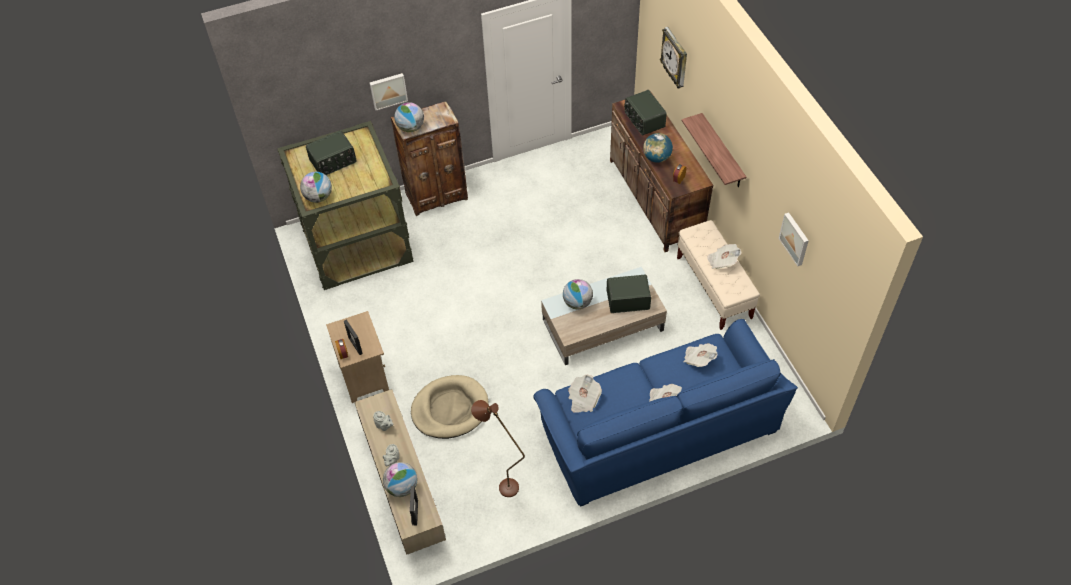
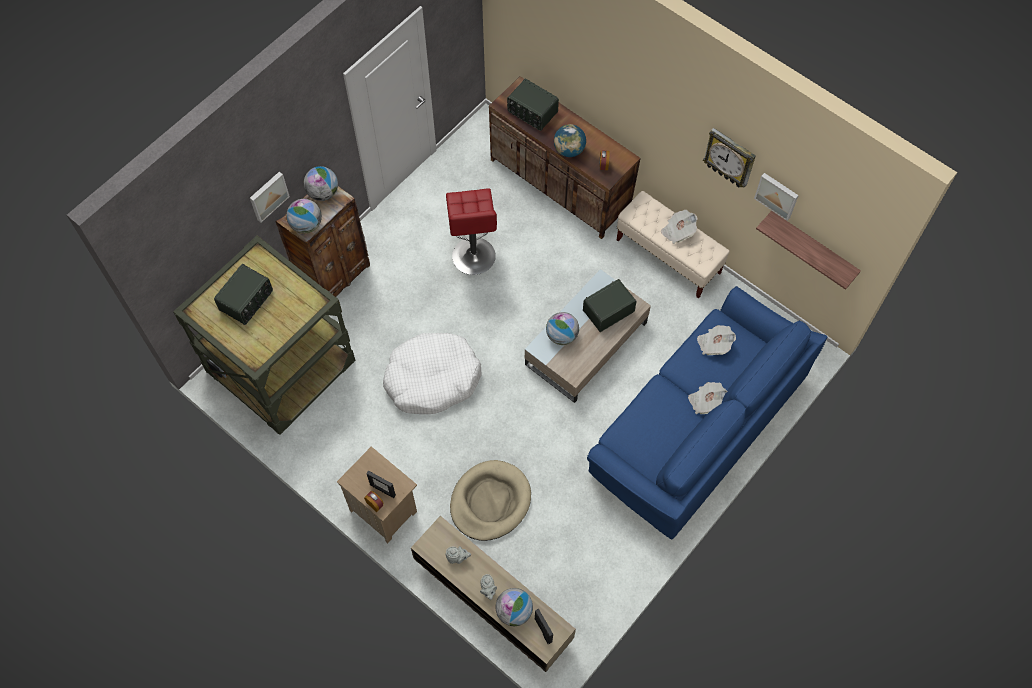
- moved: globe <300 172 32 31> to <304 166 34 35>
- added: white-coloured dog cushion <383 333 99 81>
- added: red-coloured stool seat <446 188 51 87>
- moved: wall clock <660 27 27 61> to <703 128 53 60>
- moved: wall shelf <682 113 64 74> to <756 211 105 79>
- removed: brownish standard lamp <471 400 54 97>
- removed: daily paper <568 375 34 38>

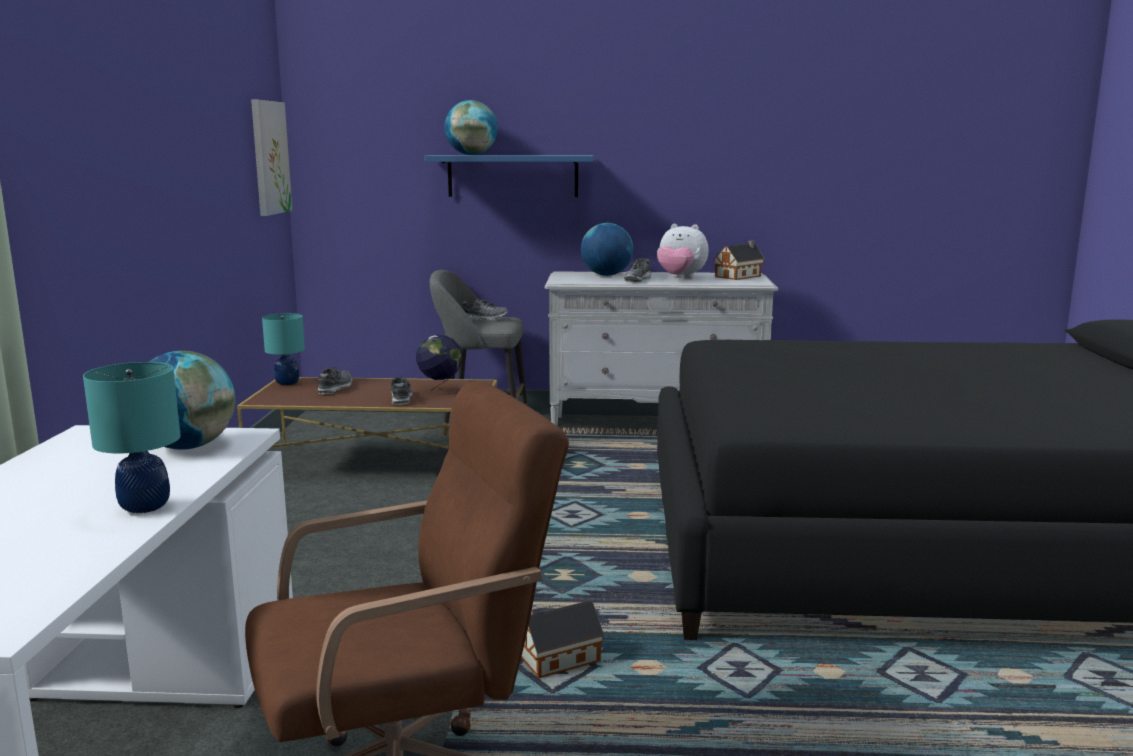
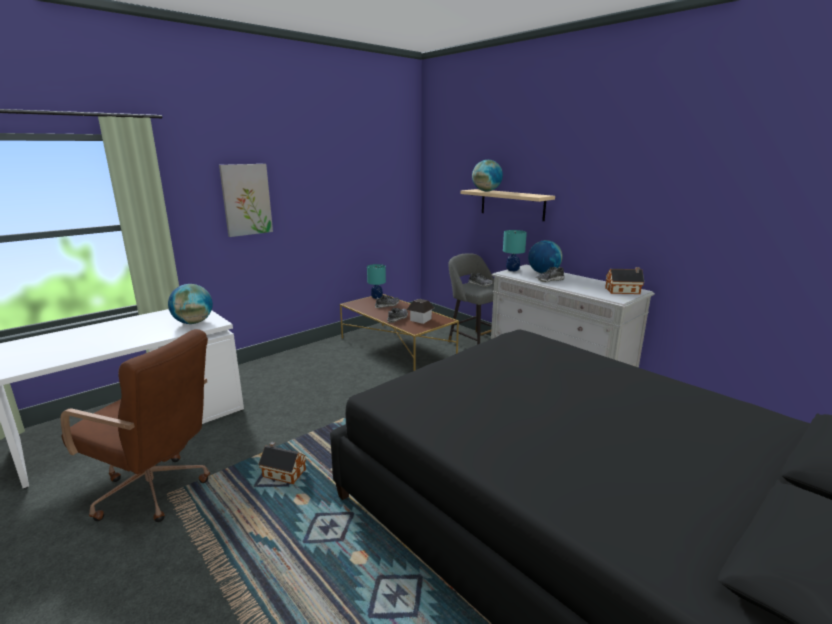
- moved: wall art <251 100 41 116> to <219 164 54 73>
- replaced: globe <416 334 46 61> to toy house <407 299 27 25>
- recoloured: blue-coloured wall shelf <424 155 170 42> to beige-coloured wall shelf <460 189 95 32>
- moved: turquoise lamp for a table <83 362 98 151> to <503 230 24 41>
- removed: cuddly toy <657 224 52 54>

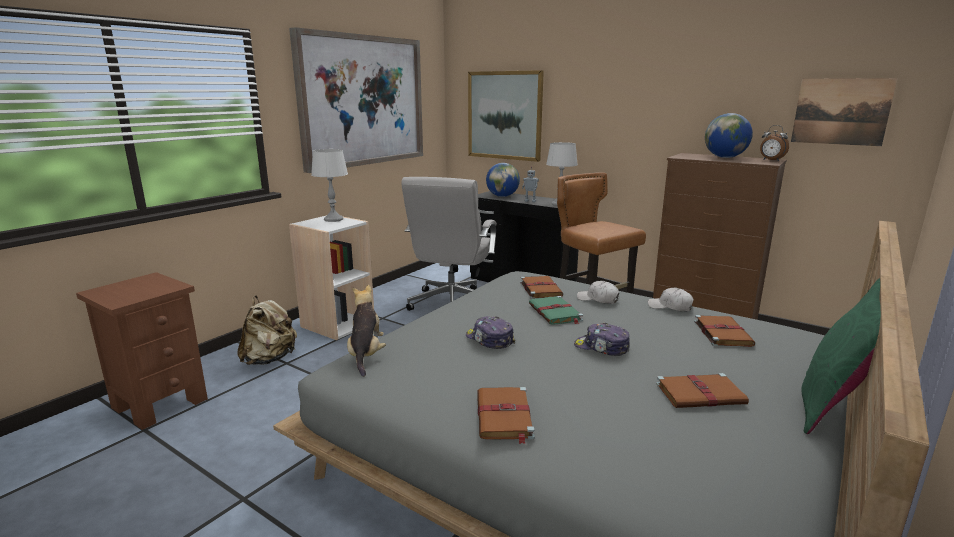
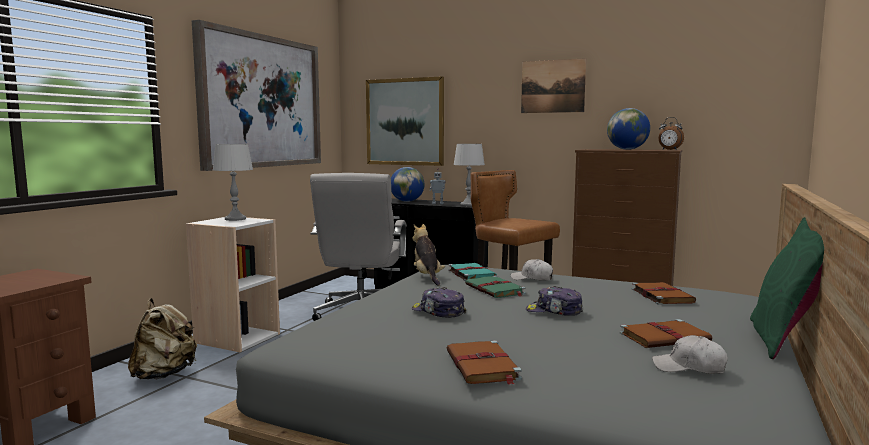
- moved: cuddly toy <347 285 39 92> to <412 224 33 62>
- recoloured: brownish volume <520 276 43 23> to turquoise volume <448 263 49 18>
- moved: wall art <791 78 106 68> to <521 58 65 55>
- moved: white-coloured baseball cap <648 287 46 24> to <652 335 76 39>

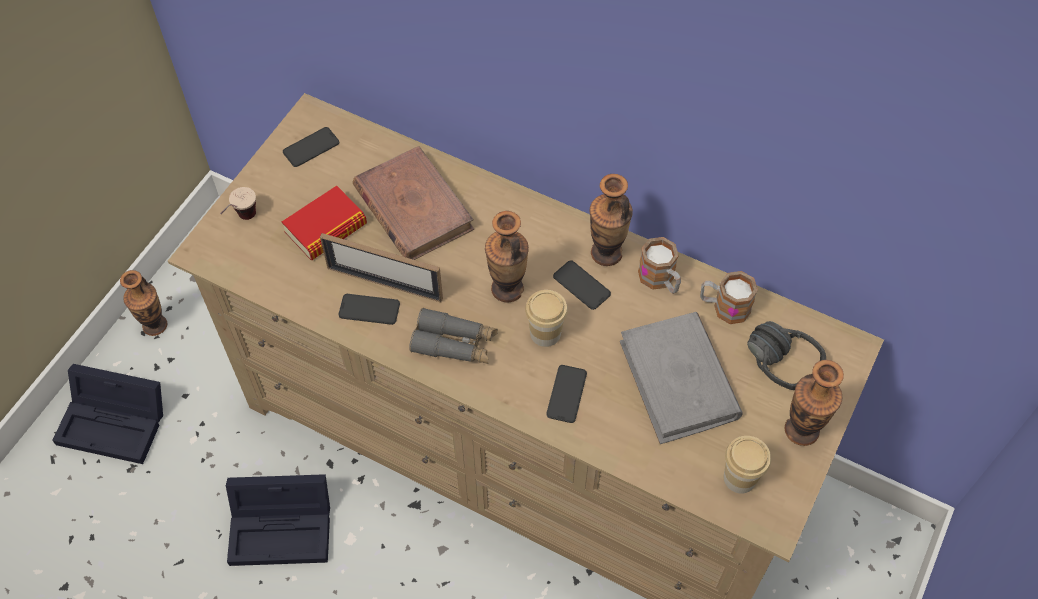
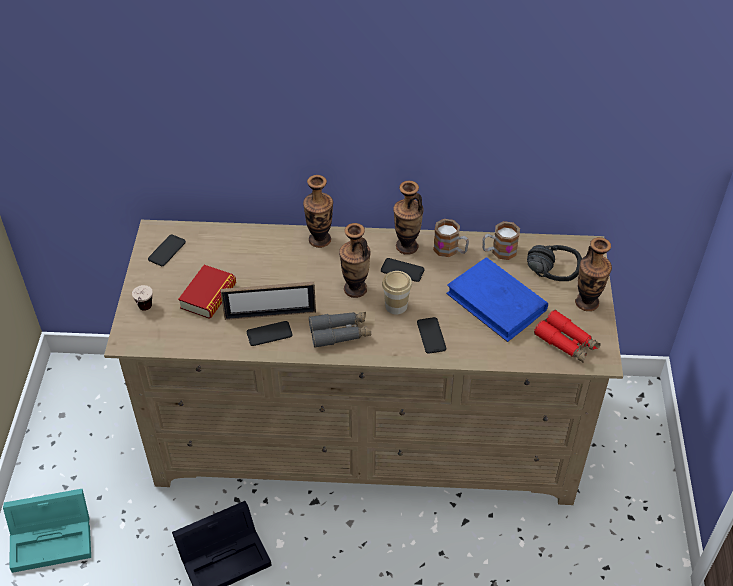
- recoloured: black storage box <52 364 111 100> to turquoise storage box <3 489 88 84>
- moved: vase <120 270 48 66> to <303 175 30 73>
- recoloured: gray volume <620 312 123 132> to blue-coloured volume <446 257 102 85>
- replaced: cup <724 436 47 58> to red-coloured binoculars <534 310 67 53>
- removed: brownish volume <353 146 121 114>

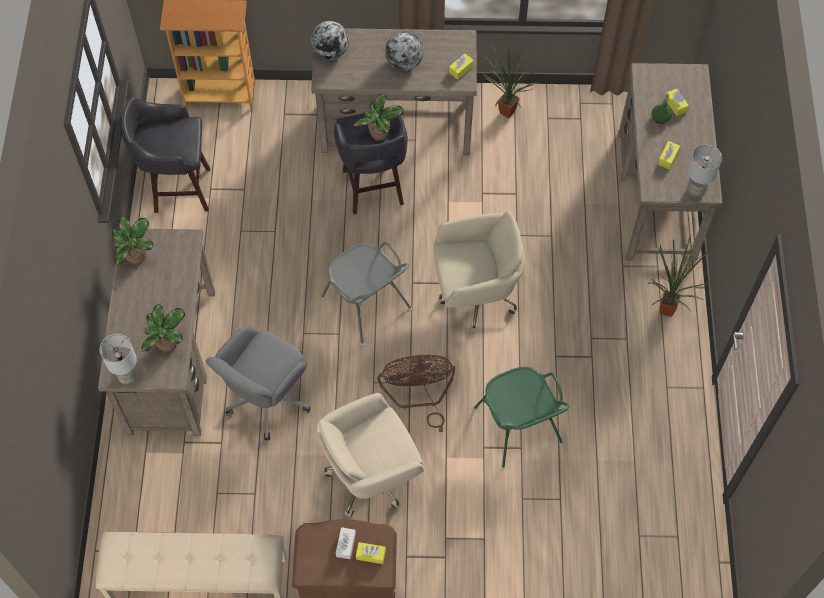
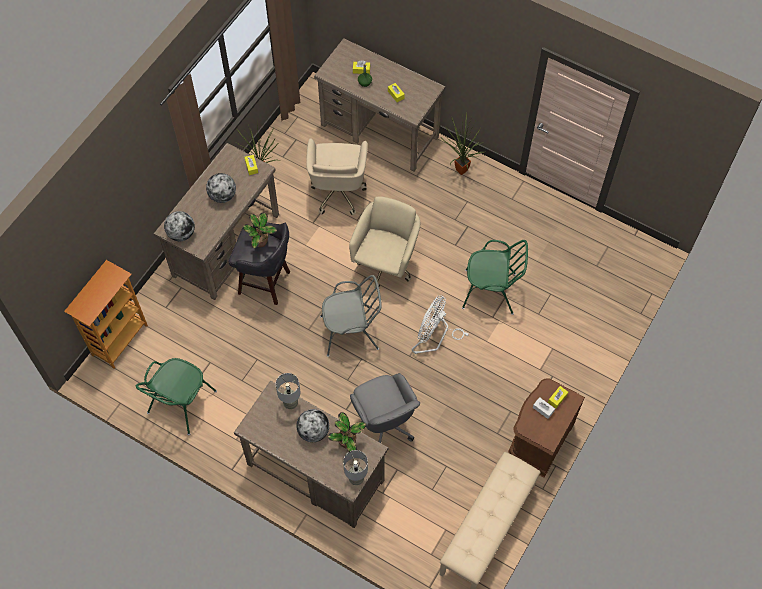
- replaced: gray stool seat <122 96 88 117> to green-coloured plain chair <136 358 81 77>
- moved: gray lamp for a table <687 145 35 52> to <276 373 25 36>
- added: globe <296 409 33 33>
- moved: beige-coloured office chair <316 393 108 124> to <306 138 61 77>
- recoloured: brownish fan <377 355 78 77> to white-coloured fan <412 295 57 59>
- removed: potted plant <112 217 42 48>

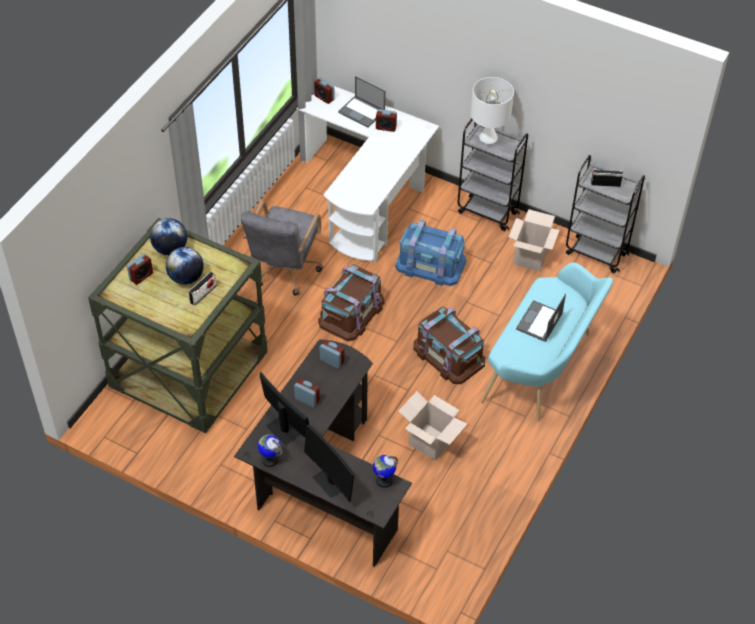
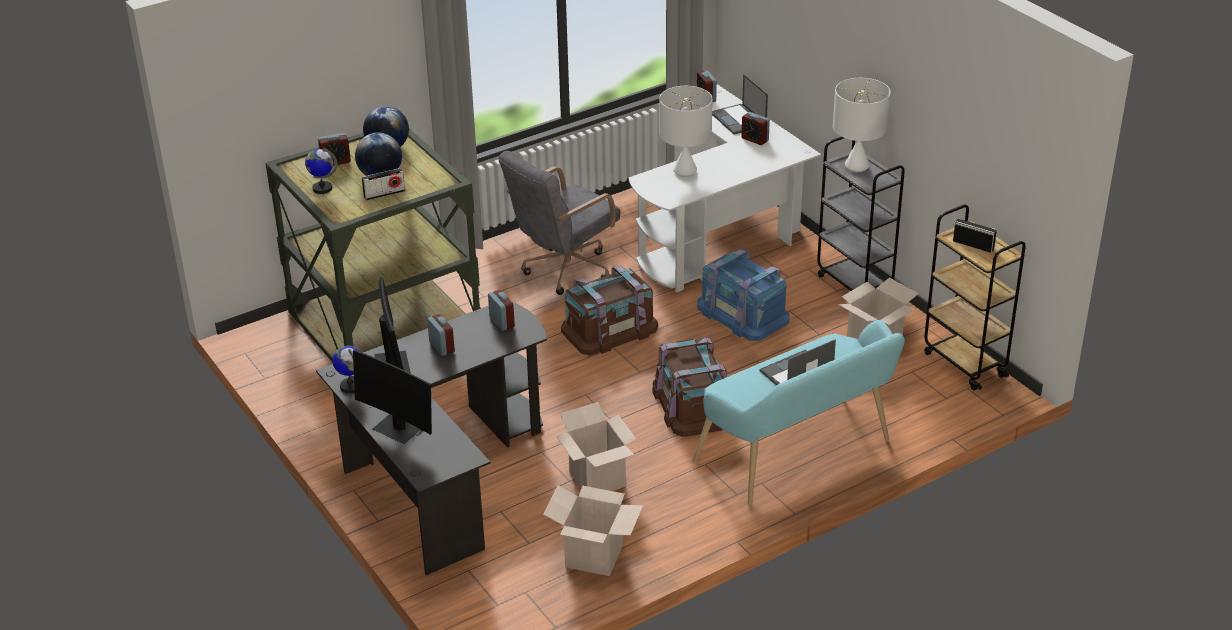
- moved: globe <373 455 25 33> to <305 148 32 46>
- turned: computer display <304 425 50 77> = <353 350 79 94> 45 degrees counterclockwise
- added: cardboard box <543 485 100 91>
- added: white-coloured lamp for a table <659 86 53 91>
- recoloured: gray cart <566 155 79 118> to brownish cart <924 205 102 186>

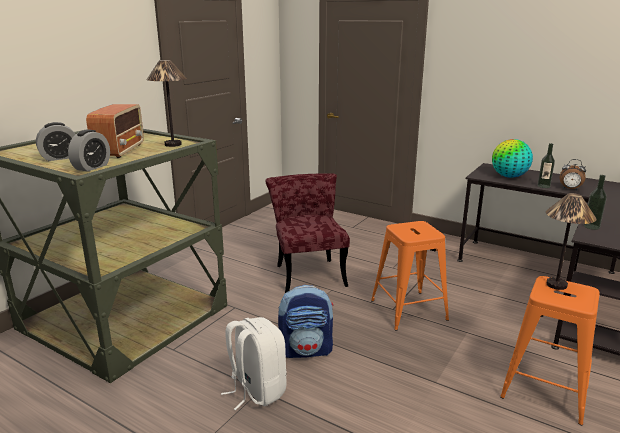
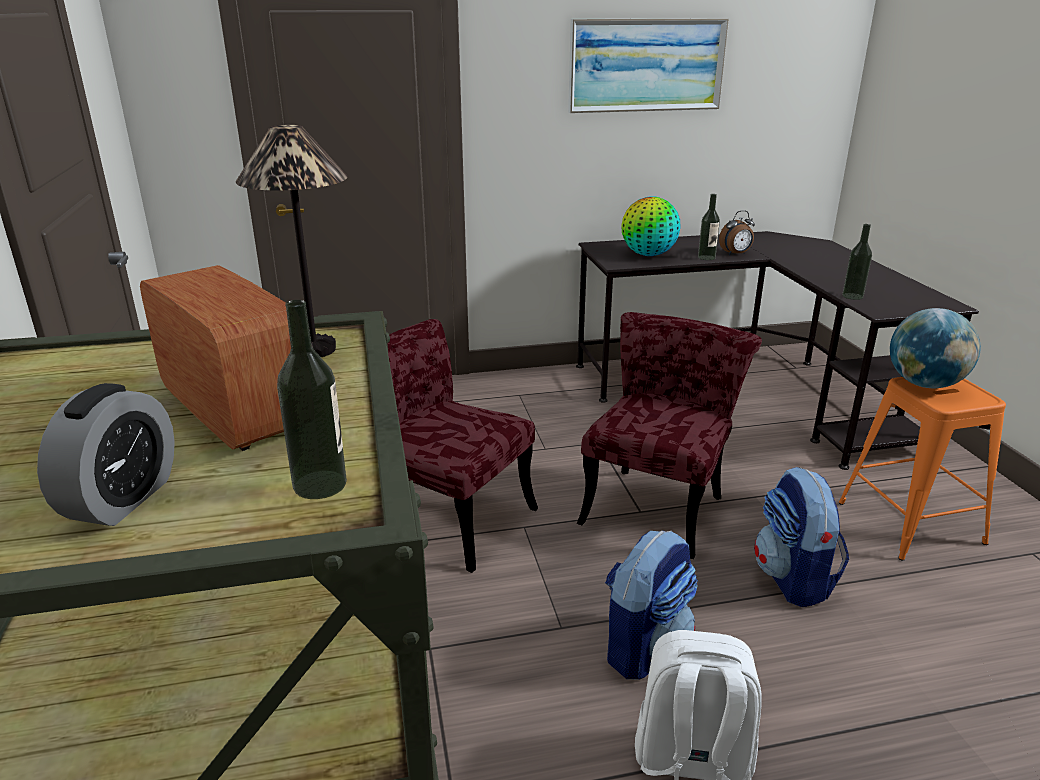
- replaced: bedside clock <68 130 42 42> to drink bottle <277 300 70 199>
- added: wall art <568 18 161 95>
- replaced: orange-coloured stool seat <371 221 78 109> to red-coloured plain chair <577 312 185 247>
- added: knapsack <754 467 95 140>
- replaced: lamp for a table <546 193 50 97> to globe <890 308 91 81>

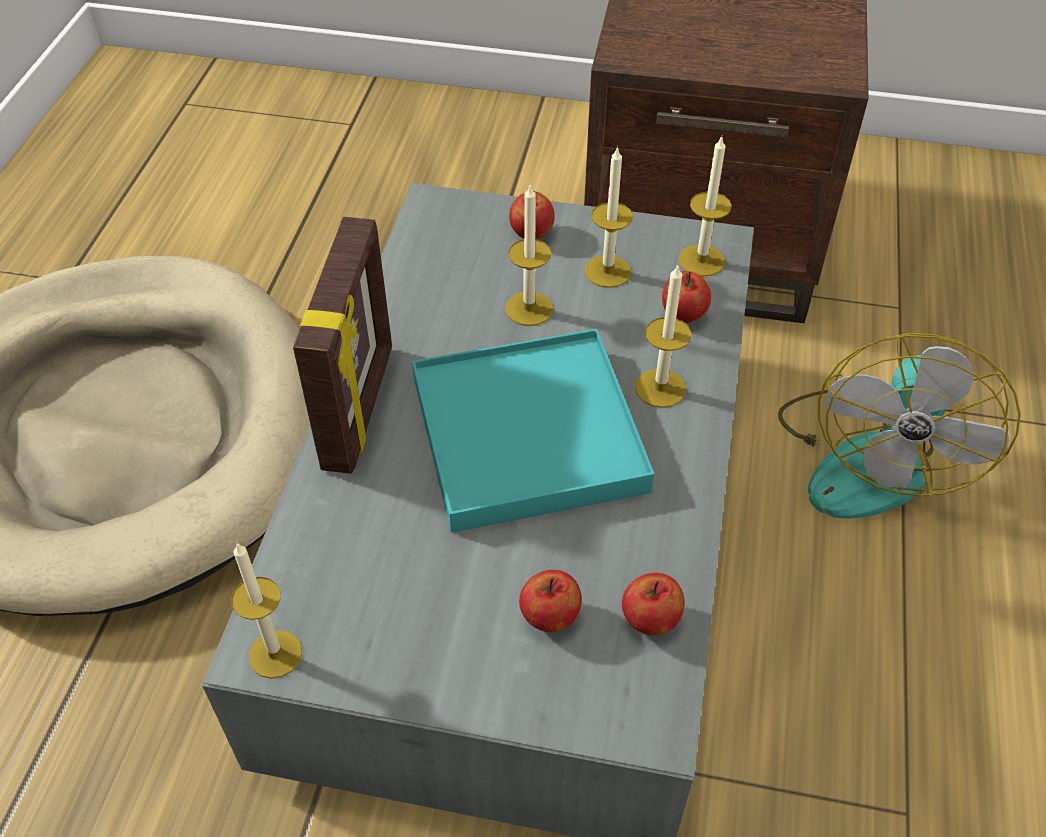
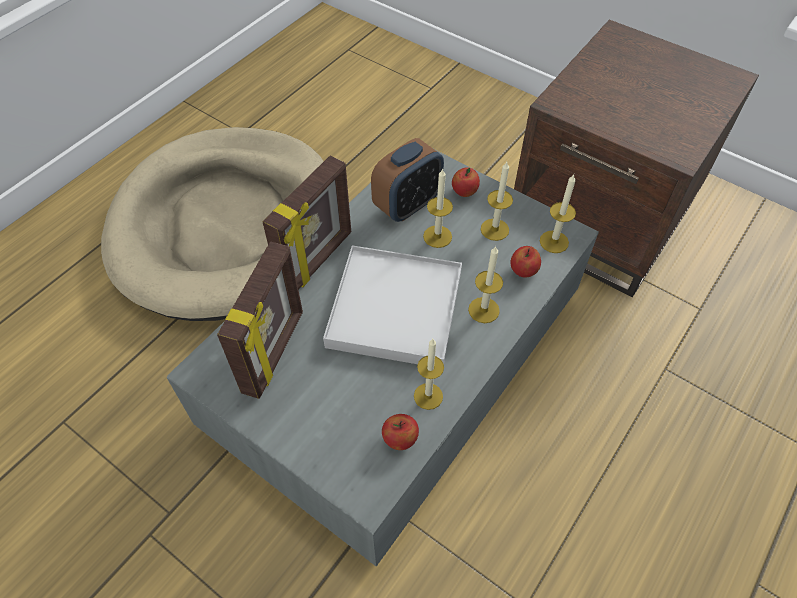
- added: standing frame <217 241 86 158>
- recoloured: turquoise serving tray <412 329 242 204> to white-coloured serving tray <323 245 139 119>
- added: bedside clock <371 138 73 84>
- moved: wax candle <232 542 70 137> to <414 339 30 71>
- removed: apple fruit <519 570 63 62>
- removed: fan <778 333 243 186>

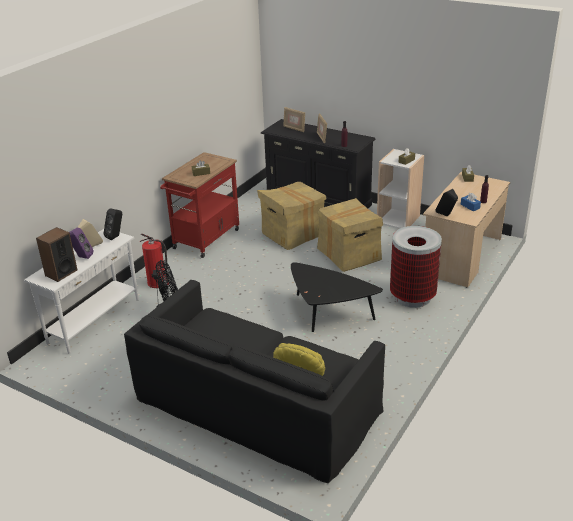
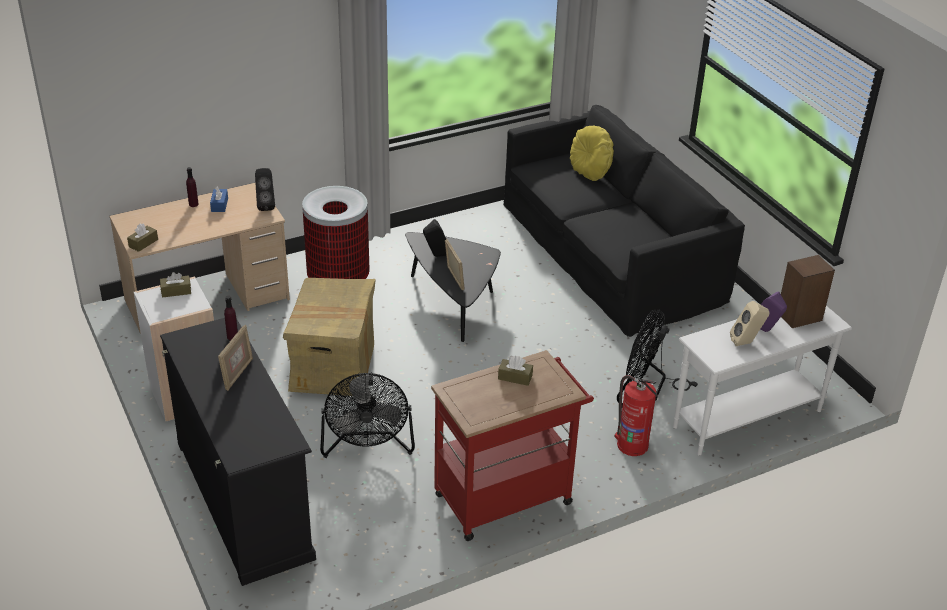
- replaced: cardboard box <257 182 69 68> to black fan <320 372 95 86>
- moved: black speaker <104 208 18 32> to <423 219 23 38>
- moved: standing frame <284 107 21 25> to <445 239 19 52>

